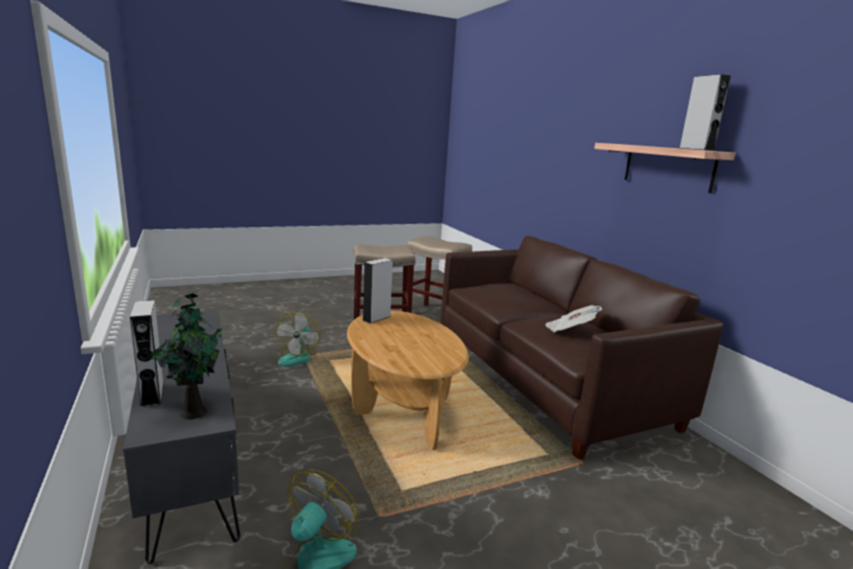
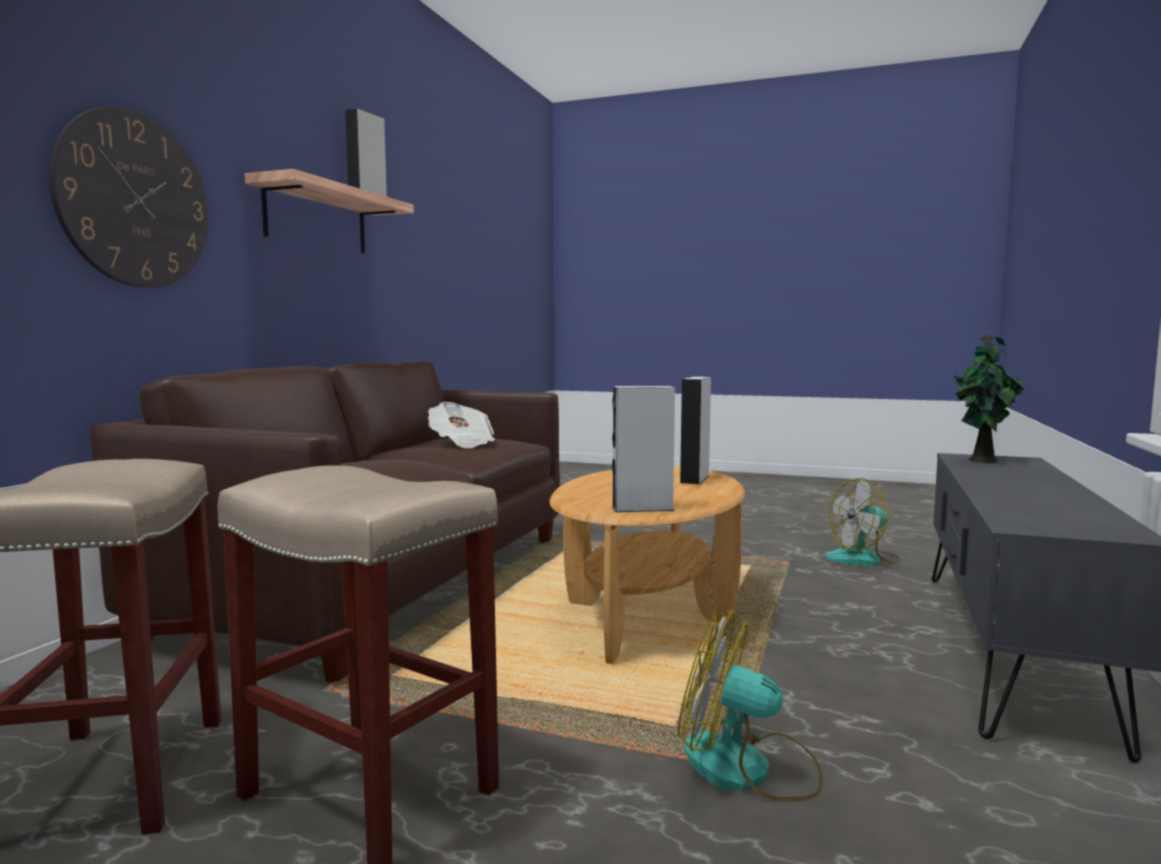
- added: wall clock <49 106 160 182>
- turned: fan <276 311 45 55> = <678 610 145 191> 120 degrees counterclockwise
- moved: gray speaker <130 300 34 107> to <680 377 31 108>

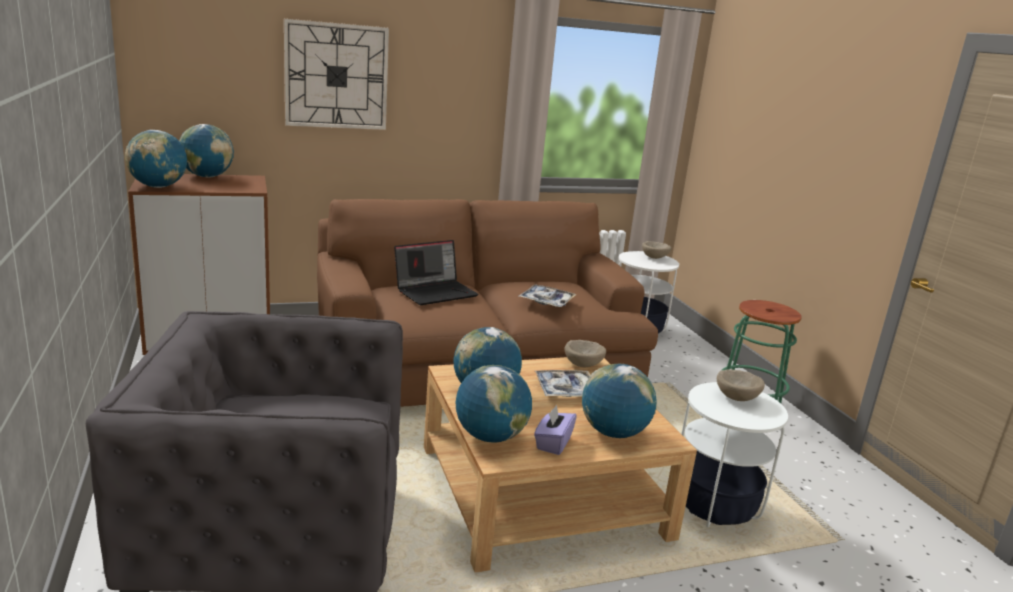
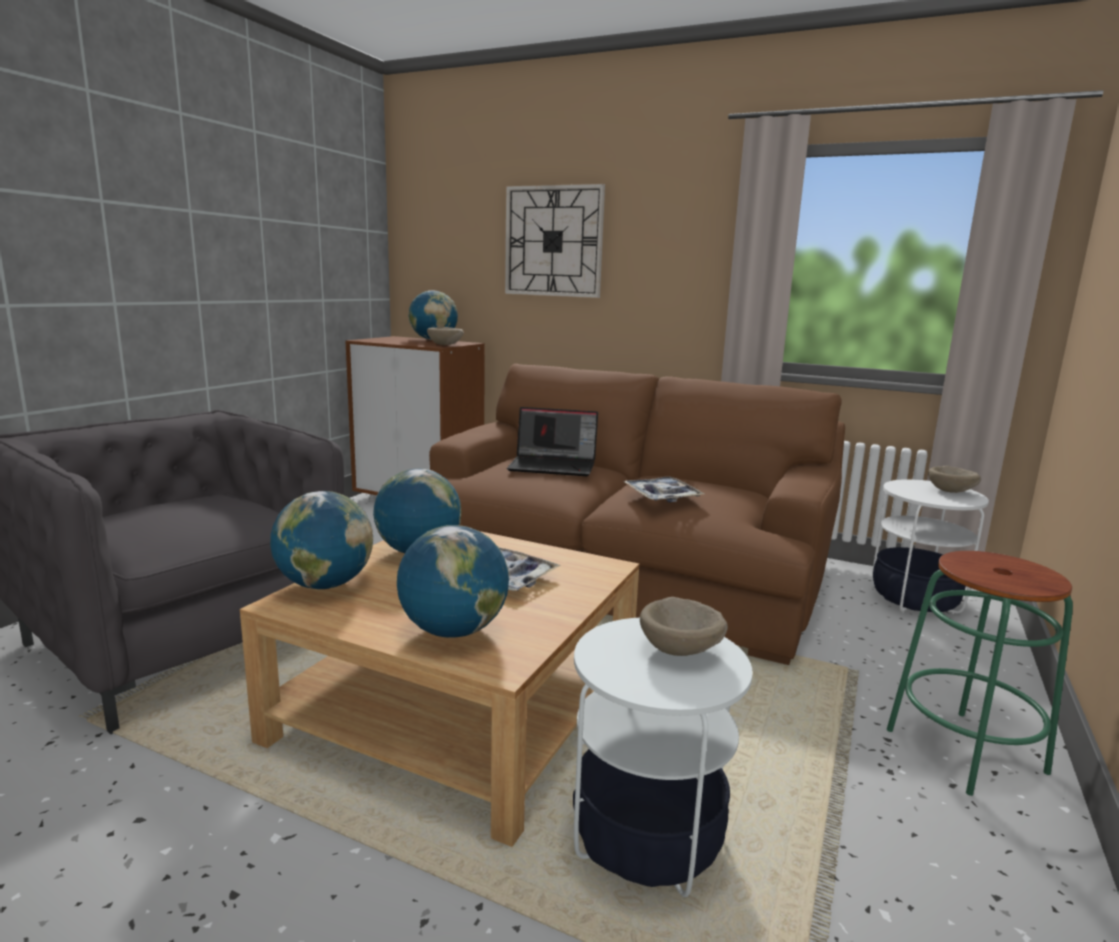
- moved: beige-coloured serving bowl <565 340 41 27> to <427 327 37 18>
- removed: globe <125 130 62 58>
- removed: purple-coloured tissue box <534 404 43 51>

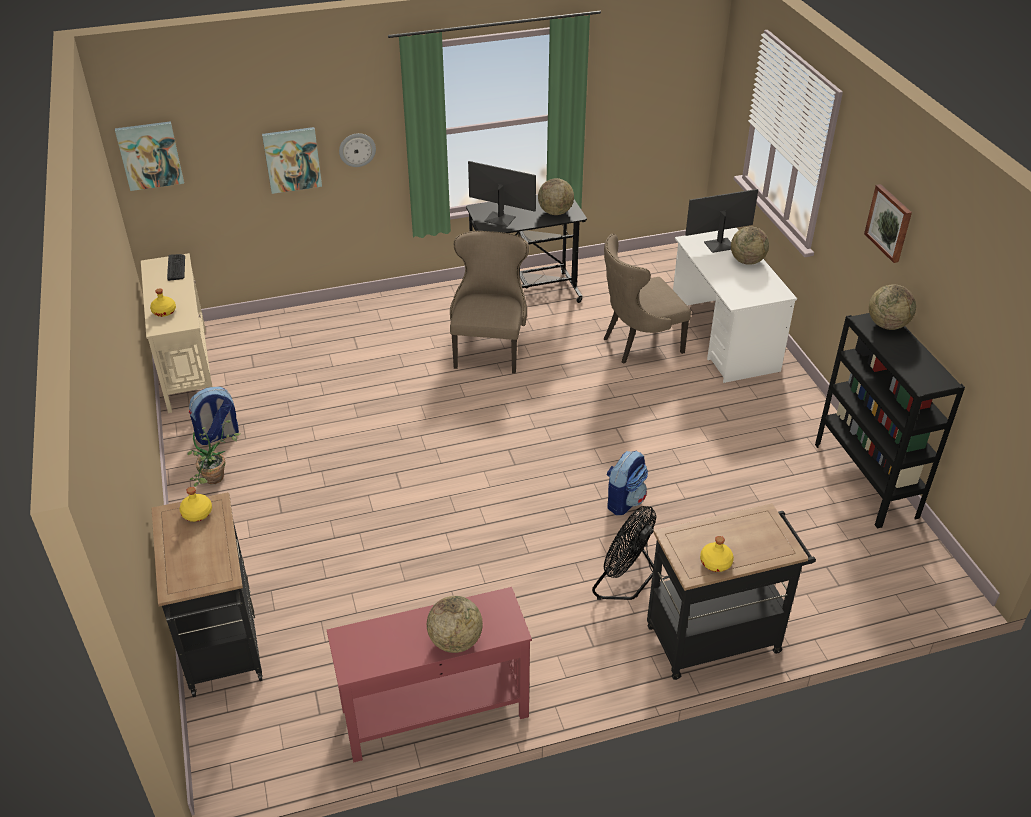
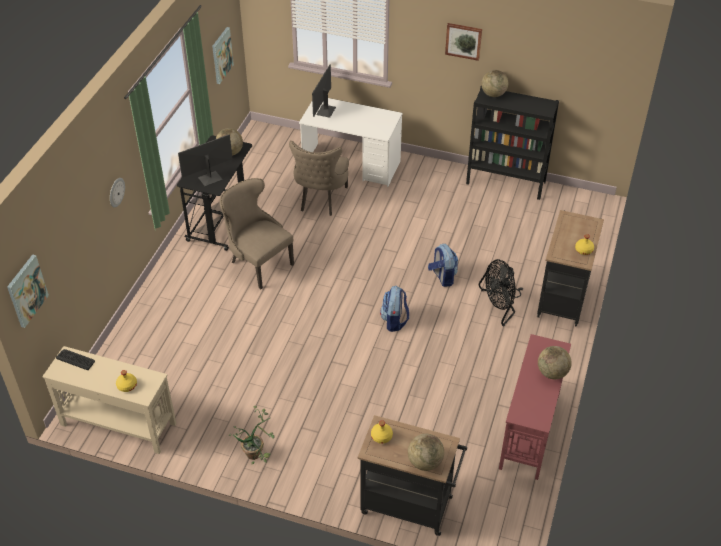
- moved: wall art <262 127 60 67> to <212 27 22 57>
- moved: knapsack <189 387 50 58> to <380 286 29 46>
- moved: globe <731 226 38 39> to <408 434 36 37>

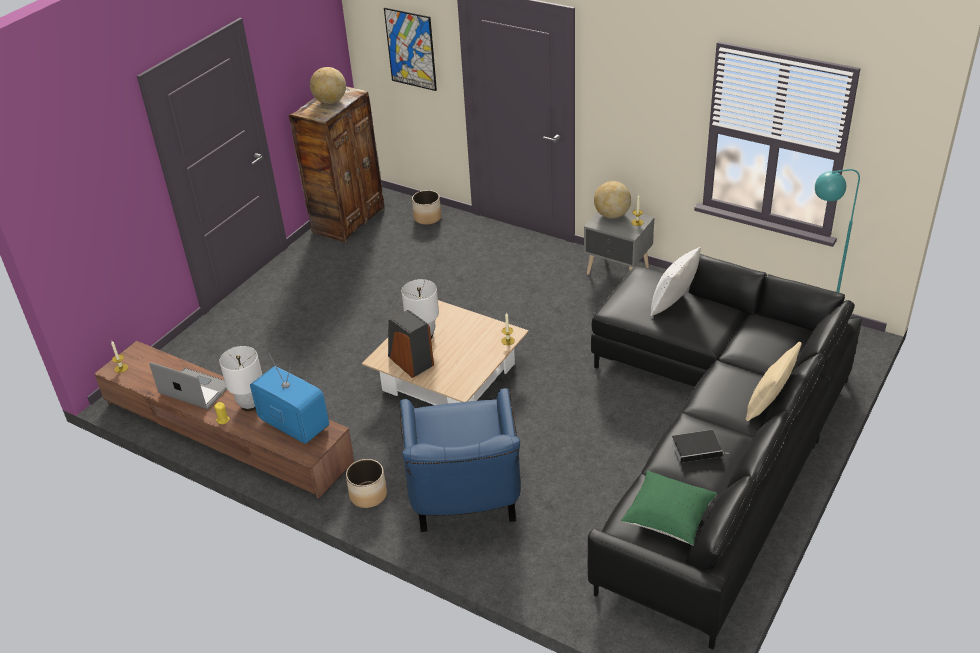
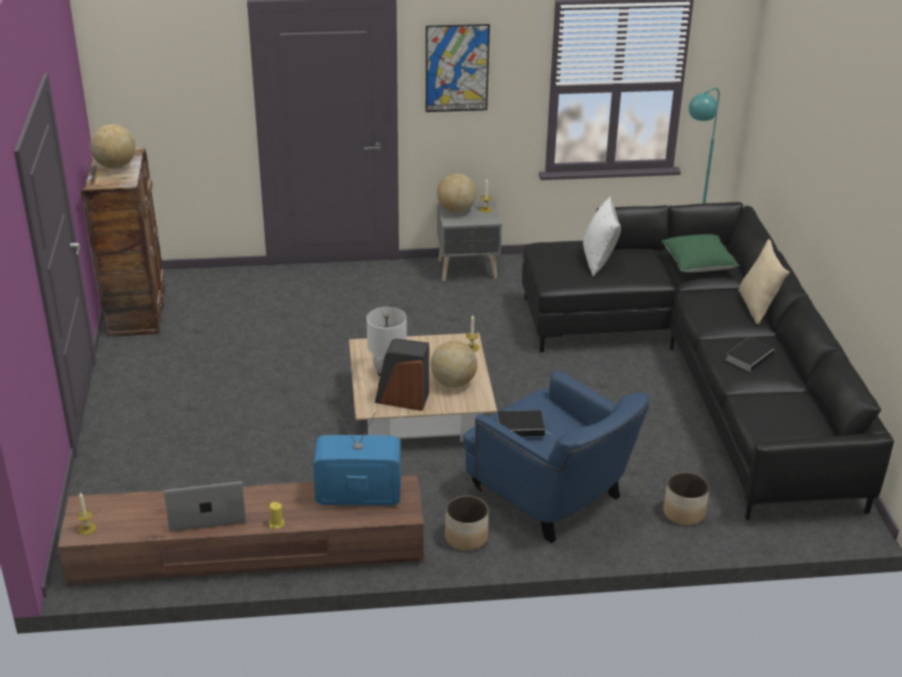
- moved: wall art <384 8 53 83> to <426 24 64 88>
- added: globe <431 341 46 47>
- added: volume <497 410 56 27>
- moved: green-coloured pillow <621 471 96 74> to <662 234 77 38>
- moved: plant pot <412 190 29 35> to <663 472 46 54>
- removed: white-coloured lamp for a table <219 346 43 65>

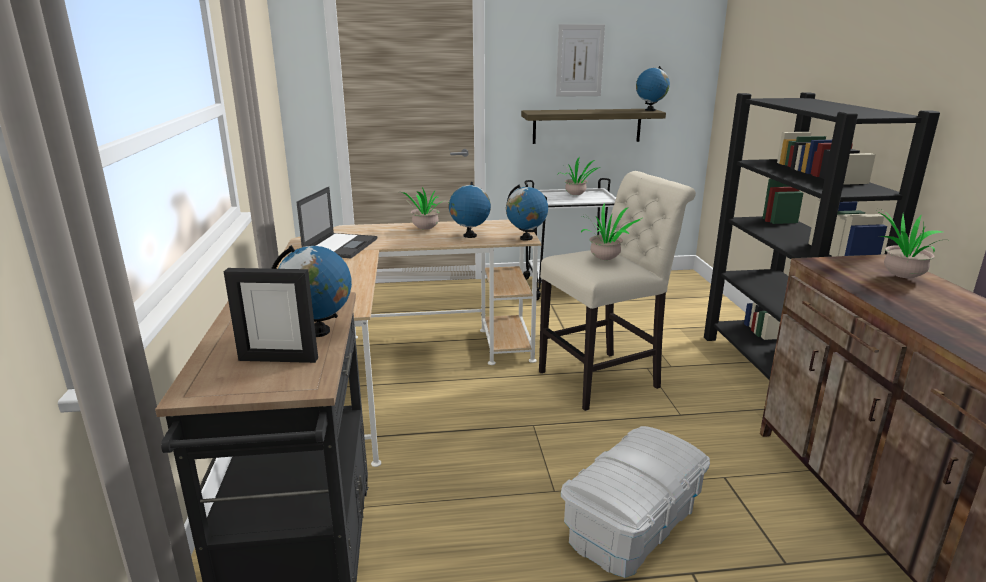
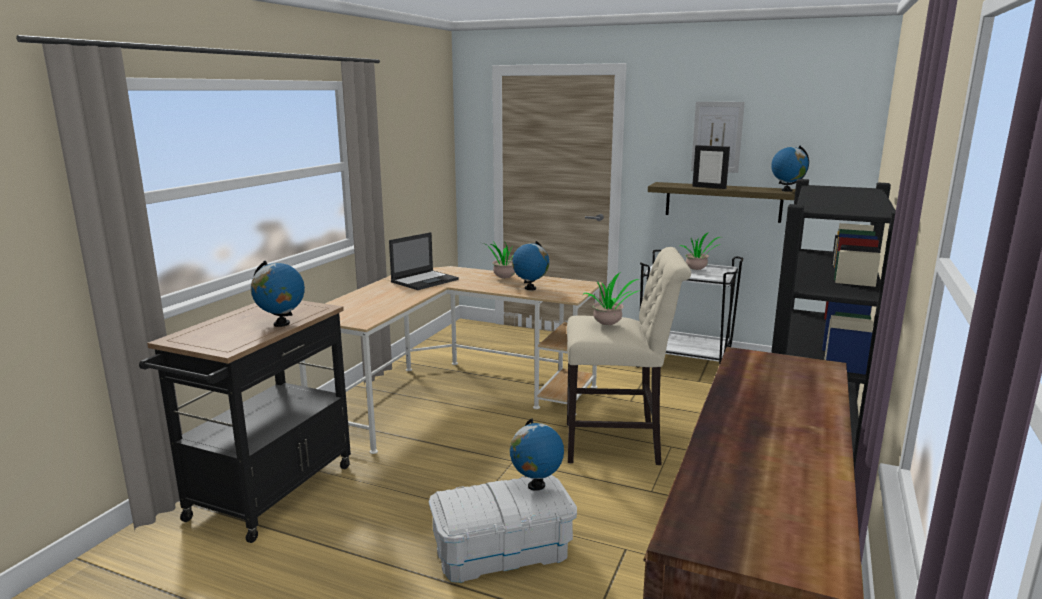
- moved: globe <506 184 42 57> to <510 419 54 72>
- moved: standing frame <224 268 94 95> to <692 145 38 44>
- removed: potted plant <877 209 66 70>

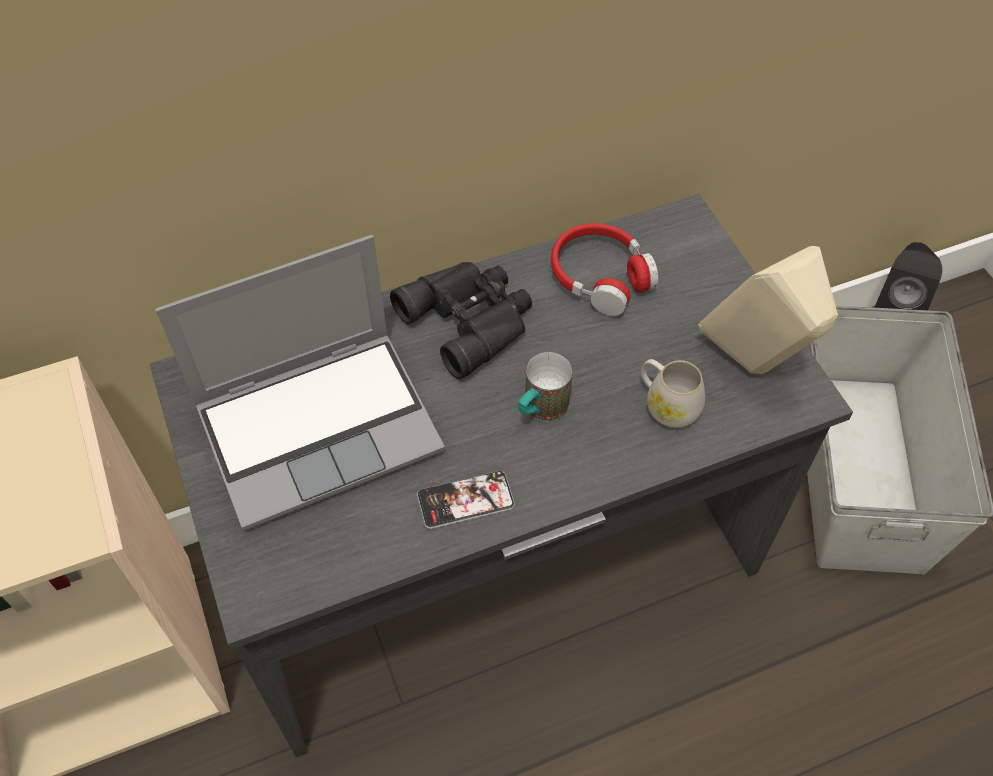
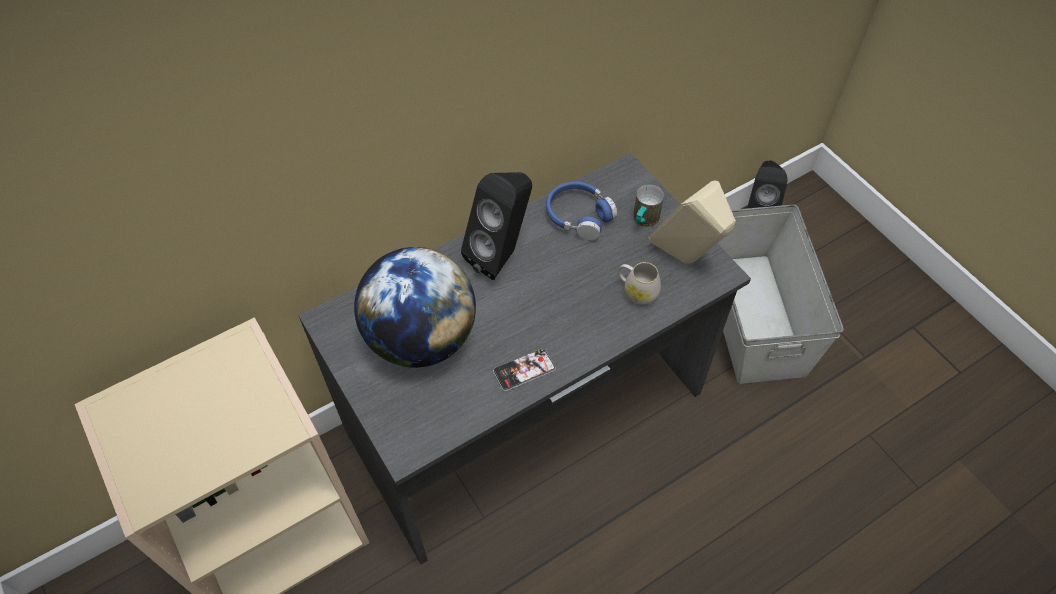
- replaced: portable computer <156 235 289 296> to globe <354 247 122 121>
- replaced: black binoculars <390 262 142 117> to black speaker <461 172 71 108>
- recoloured: red-coloured pair of headphones <551 223 107 93> to blue-coloured pair of headphones <546 182 71 58>
- moved: tea mug <518 352 54 70> to <633 185 31 43>

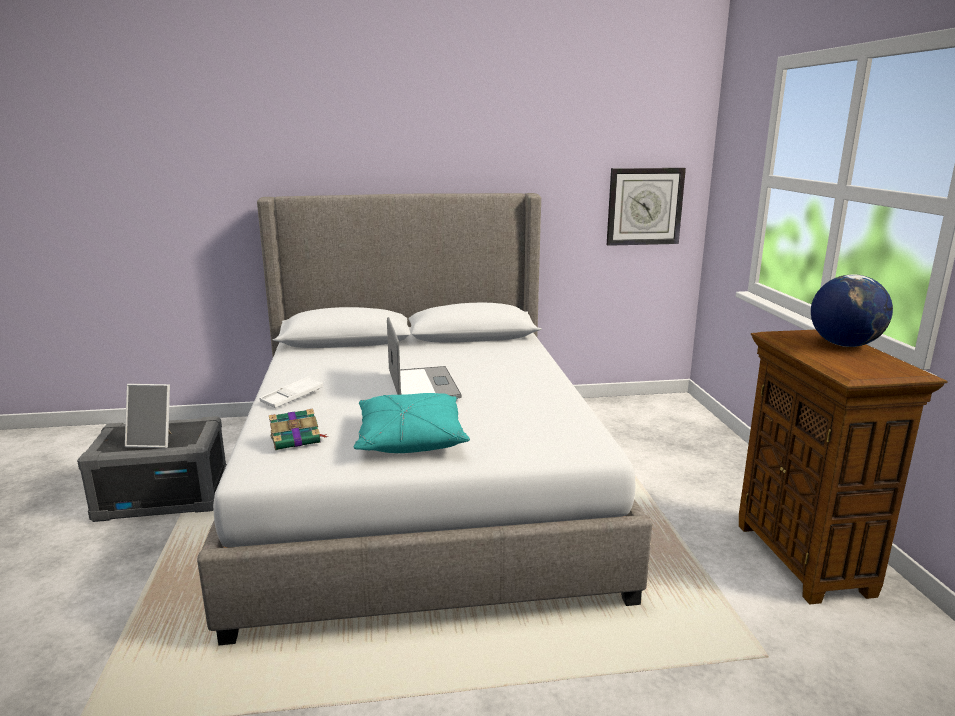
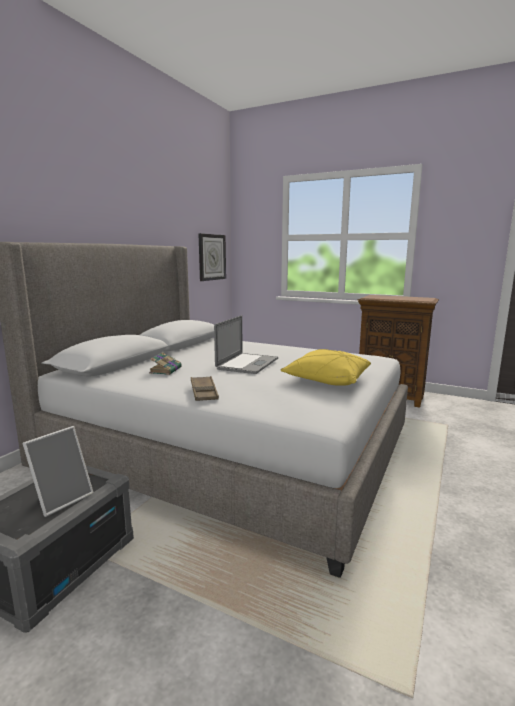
- moved: volume <269 409 59 41> to <149 352 33 23>
- recoloured: white-coloured serving tray <260 377 63 31> to brownish serving tray <191 376 28 25>
- turned: portable computer <387 317 75 81> = <214 315 64 59> 90 degrees clockwise
- recoloured: turquoise pillow <354 393 116 60> to yellowish pillow <280 349 91 37>
- removed: globe <811 274 82 73>

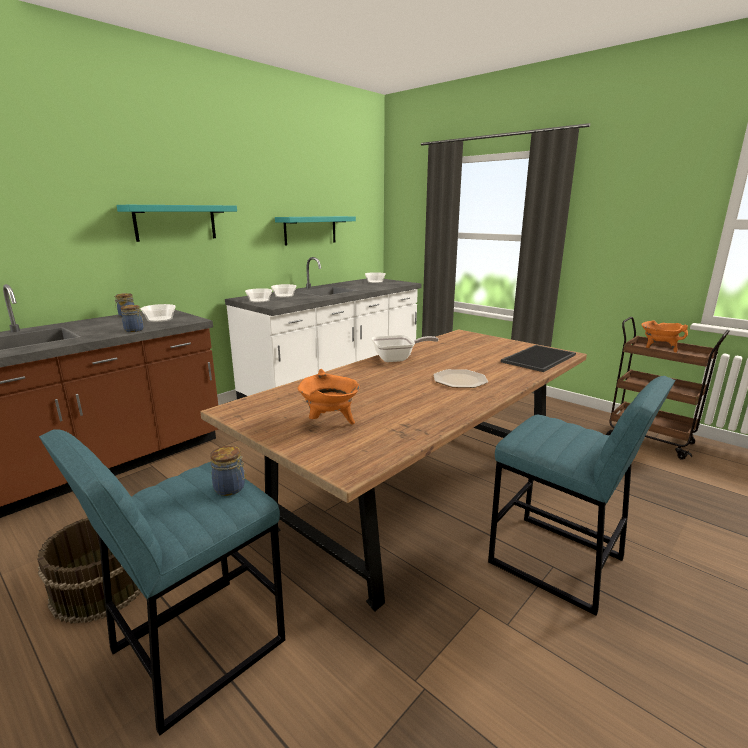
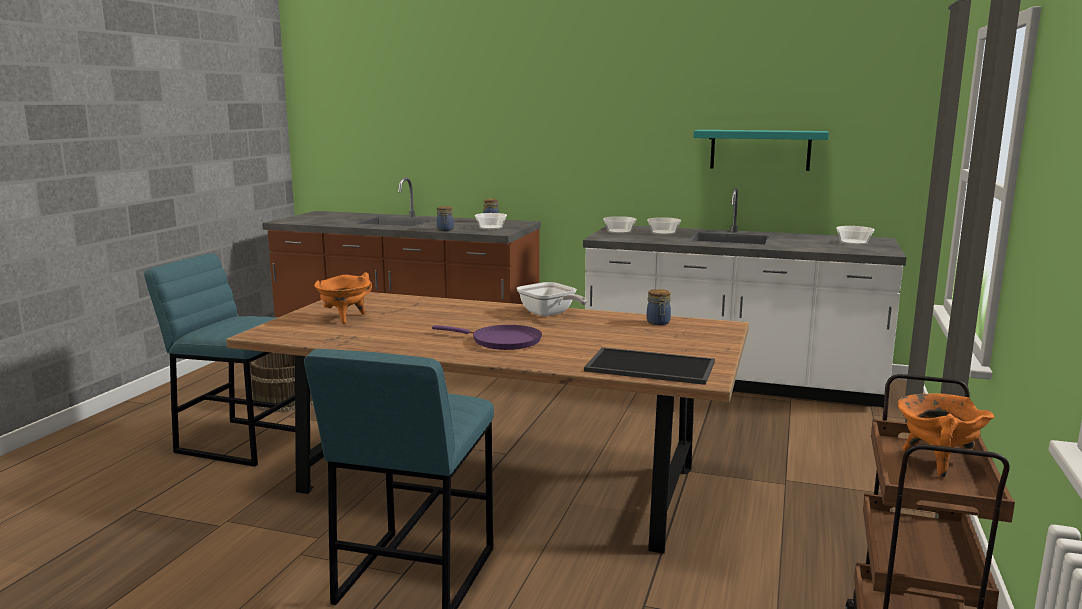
- replaced: plate <433 369 55 19> to purple-coloured pan <432 325 110 25>
- moved: preserve jar <210 446 36 50> to <647 289 24 36>
- removed: turquoise wall shelf <116 205 121 37>

